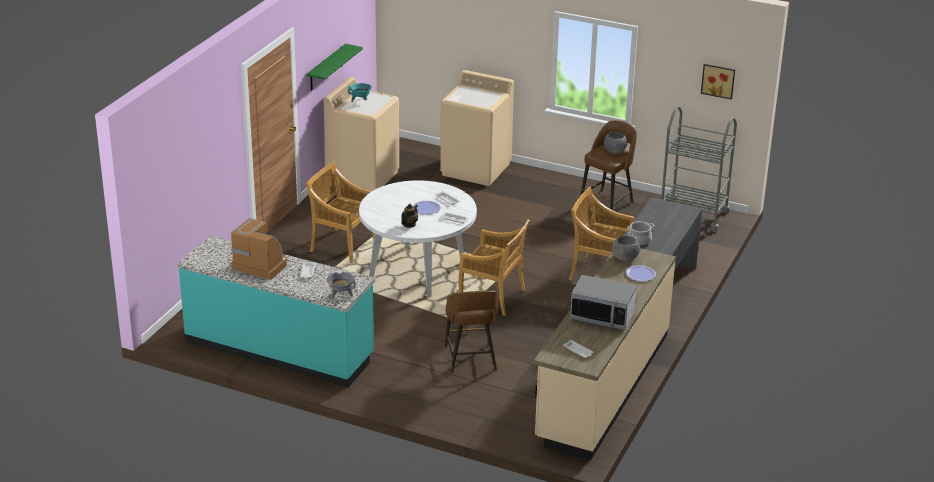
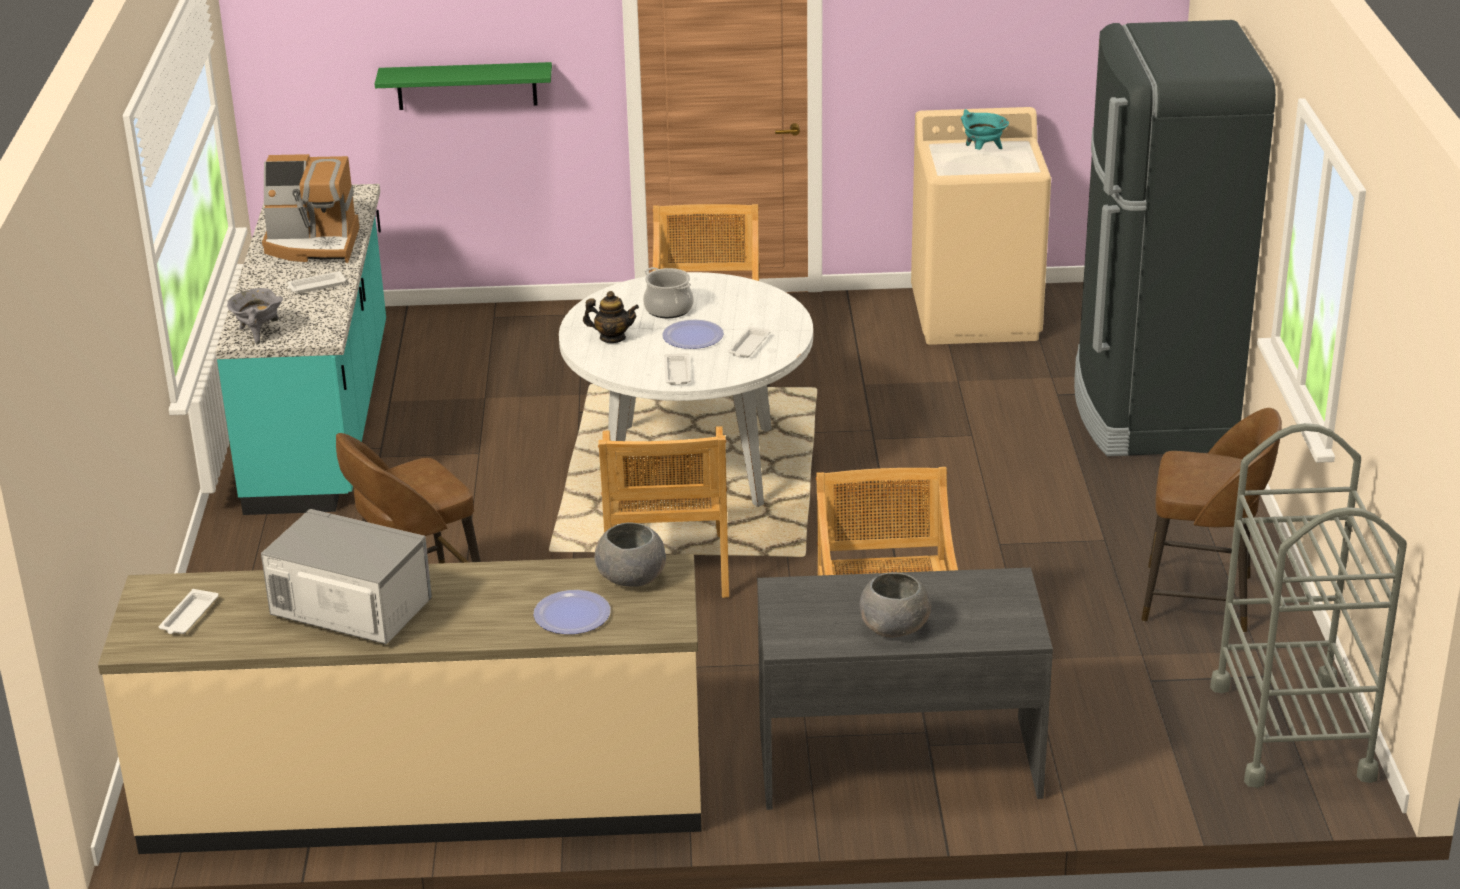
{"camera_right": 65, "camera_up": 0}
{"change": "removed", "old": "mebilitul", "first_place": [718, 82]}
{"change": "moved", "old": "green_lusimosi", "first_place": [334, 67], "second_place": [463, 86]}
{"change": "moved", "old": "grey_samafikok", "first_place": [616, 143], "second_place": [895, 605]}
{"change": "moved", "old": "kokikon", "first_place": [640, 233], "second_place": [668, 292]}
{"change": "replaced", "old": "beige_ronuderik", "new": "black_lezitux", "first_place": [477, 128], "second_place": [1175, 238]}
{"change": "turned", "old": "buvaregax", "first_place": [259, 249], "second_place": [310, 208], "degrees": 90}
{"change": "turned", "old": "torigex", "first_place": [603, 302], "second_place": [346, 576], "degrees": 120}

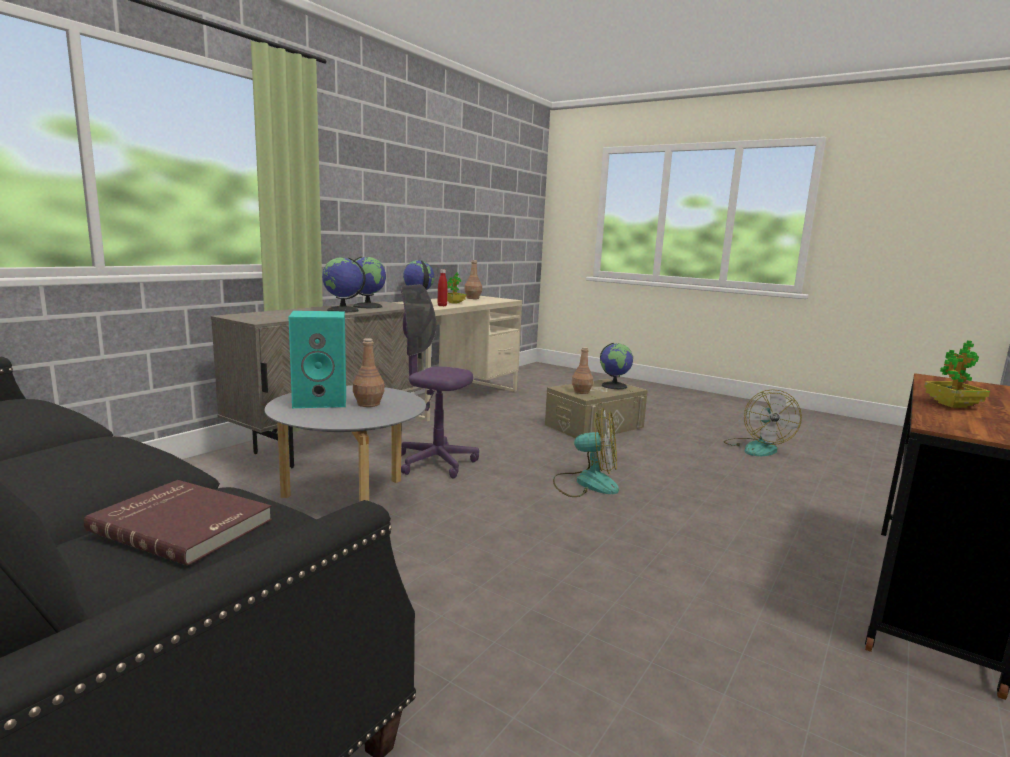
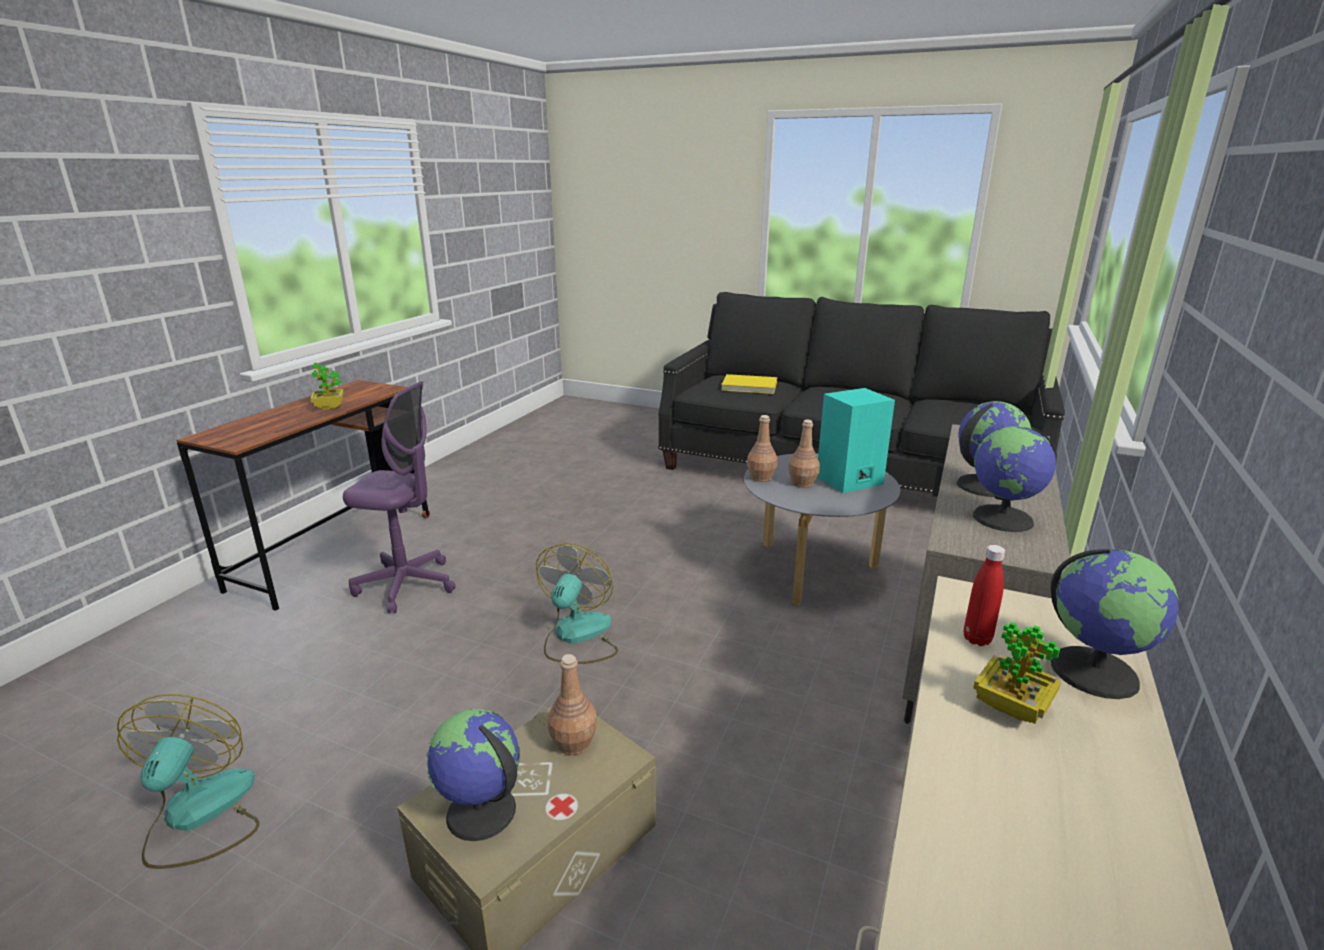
{"camera_right": 170, "camera_up": 10}
{"change": "moved", "old": "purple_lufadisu", "first_place": [440, 381], "second_place": [399, 497]}
{"change": "moved", "old": "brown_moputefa", "first_place": [473, 279], "second_place": [762, 448]}
{"change": "recoloured", "old": "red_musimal", "new": "yellow_musimal", "first_place": [178, 523], "second_place": [749, 384]}
{"change": "turned", "old": "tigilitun", "first_place": [586, 452], "second_place": [577, 603], "degrees": 105}

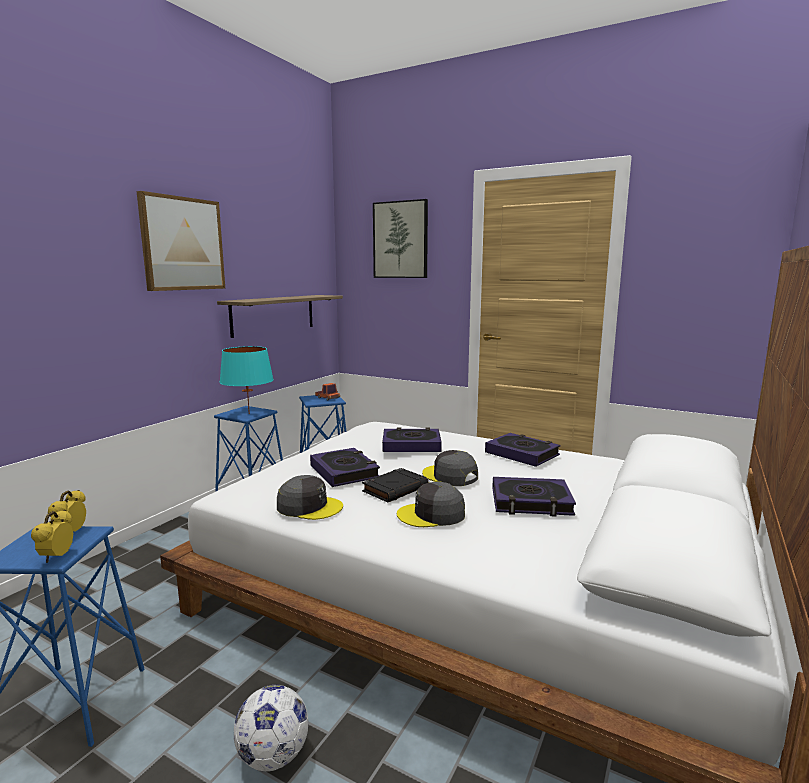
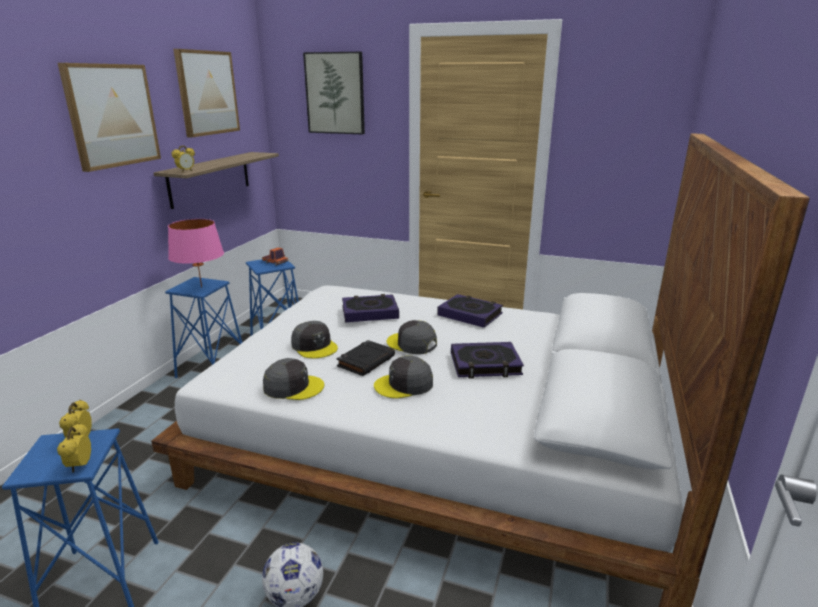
{"camera_right": -10, "camera_up": 10}
{"change": "added", "new": "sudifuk", "second_place": [183, 159]}
{"change": "added", "new": "mebilitul", "second_place": [206, 93]}
{"change": "replaced", "old": "musimal", "new": "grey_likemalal", "first_place": [345, 467], "second_place": [314, 339]}
{"change": "recoloured", "old": "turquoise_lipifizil", "new": "pink_lipifizil", "first_place": [246, 380], "second_place": [196, 253]}

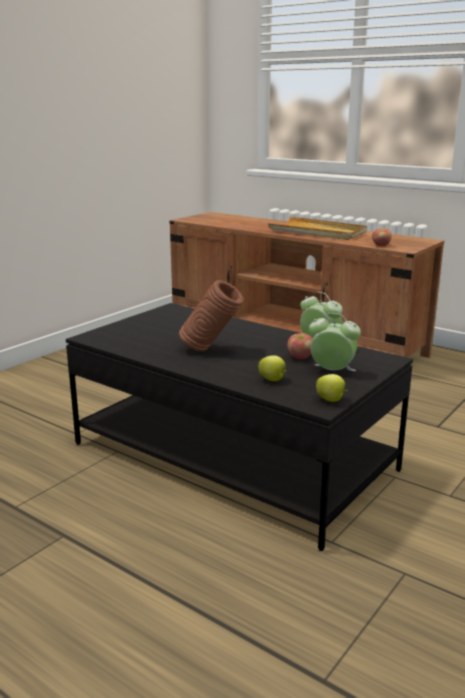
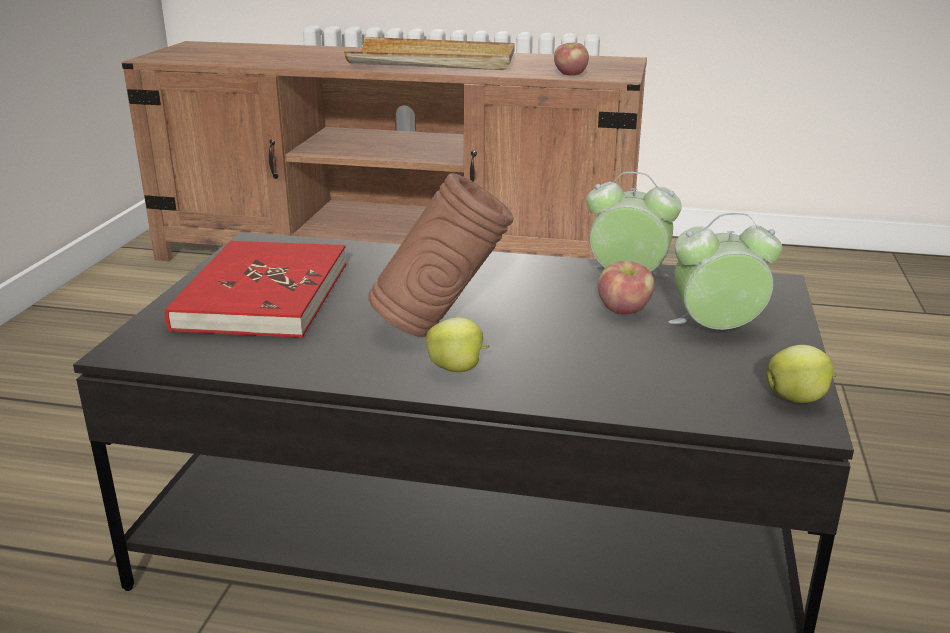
{"camera_right": -25, "camera_up": 5}
{"change": "added", "new": "red_musimal", "second_place": [255, 289]}
{"change": "moved", "old": "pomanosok", "first_place": [272, 368], "second_place": [458, 344]}

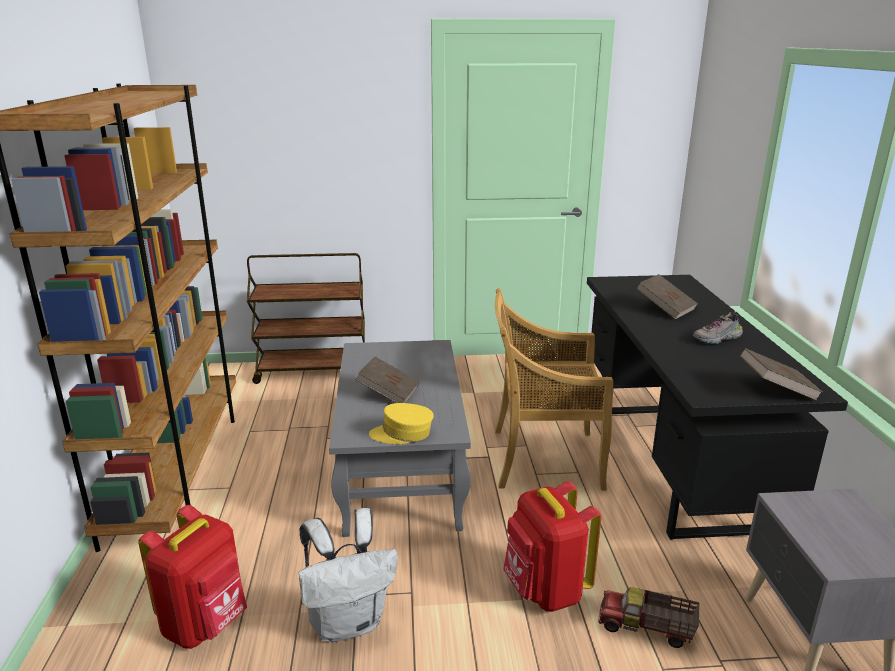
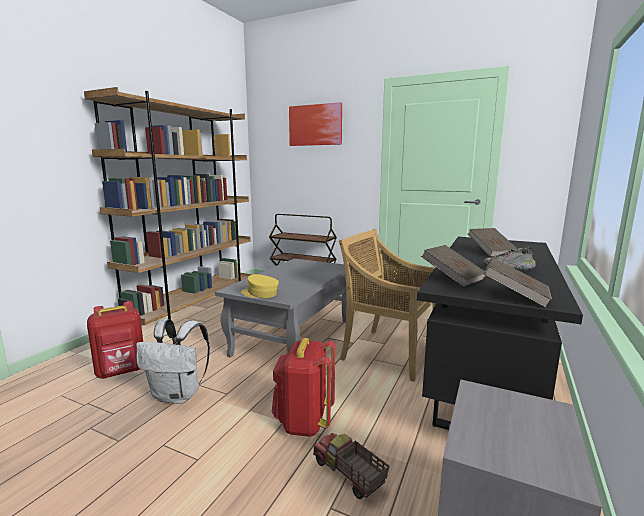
{"camera_right": 30, "camera_up": -10}
{"change": "added", "new": "mebilitul", "second_place": [315, 124]}
{"change": "moved", "old": "brown_musimal", "first_place": [387, 379], "second_place": [453, 266]}

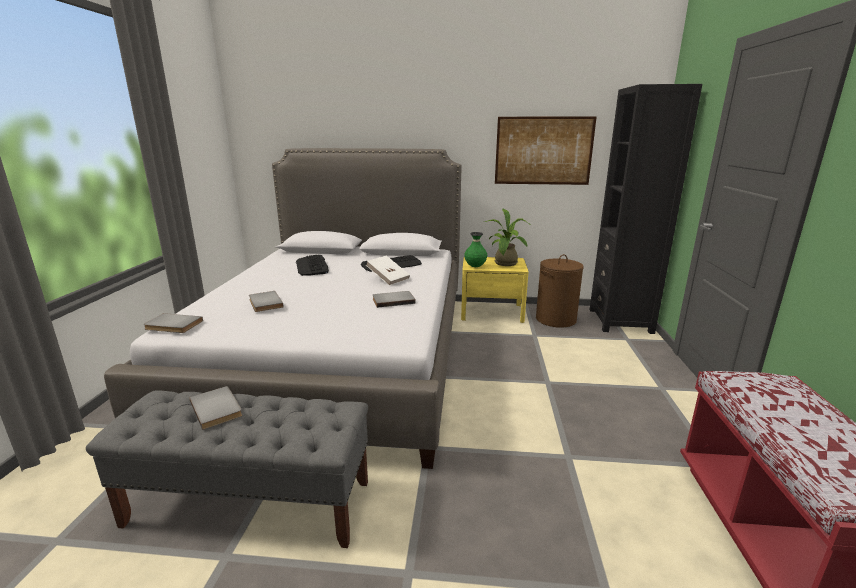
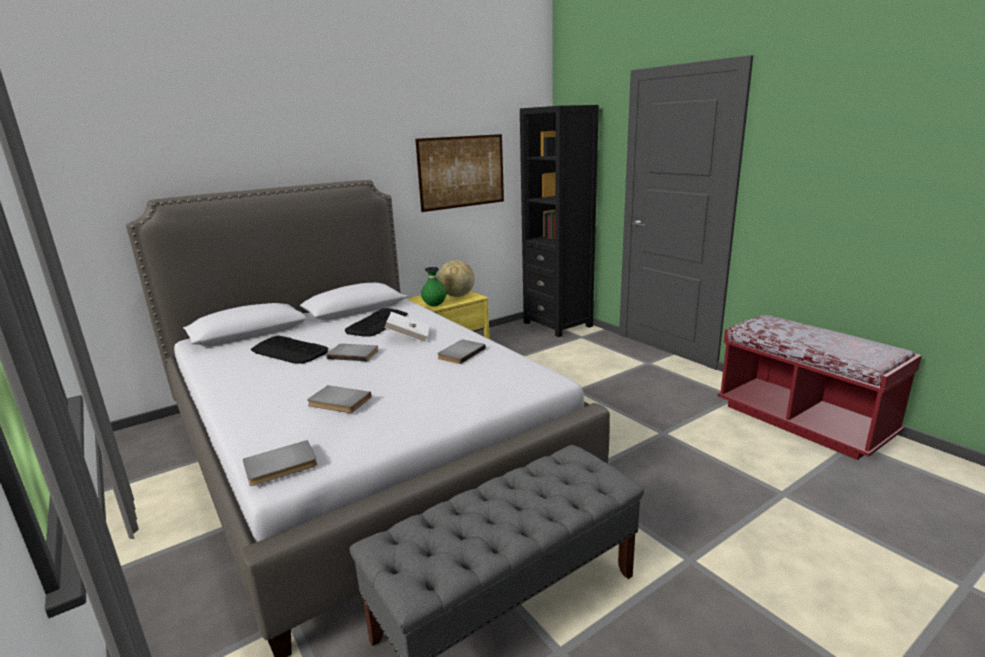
{"camera_right": -40, "camera_up": 0}
{"change": "removed", "old": "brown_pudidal", "first_place": [560, 291]}
{"change": "moved", "old": "grey_musimal", "first_place": [216, 408], "second_place": [352, 352]}
{"change": "replaced", "old": "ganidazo", "new": "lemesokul", "first_place": [507, 237], "second_place": [456, 278]}

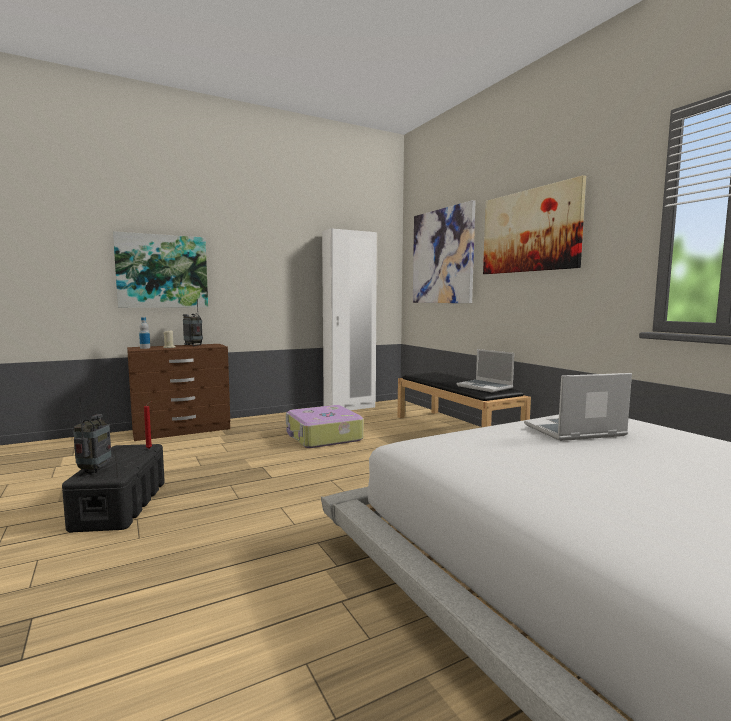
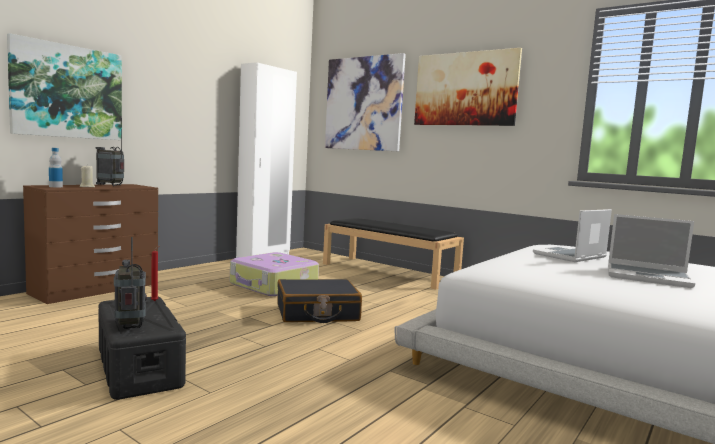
{"camera_right": -25, "camera_up": 0}
{"change": "added", "new": "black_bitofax", "second_place": [319, 301]}
{"change": "moved", "old": "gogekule", "first_place": [485, 370], "second_place": [651, 251]}

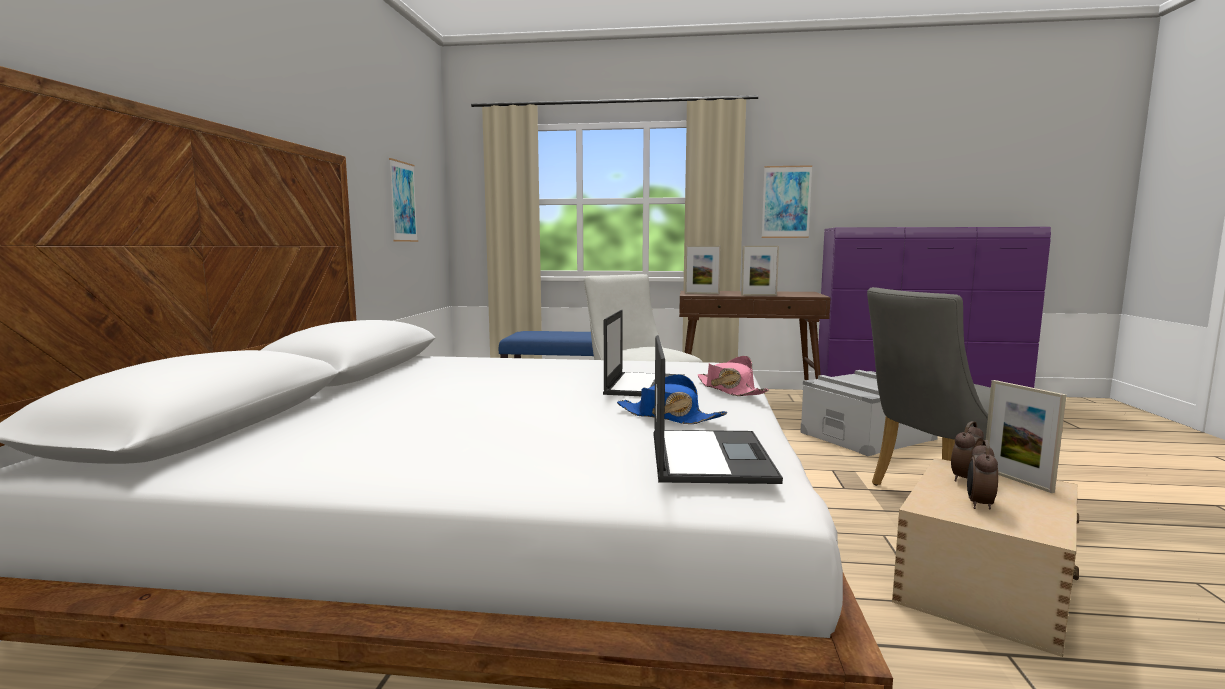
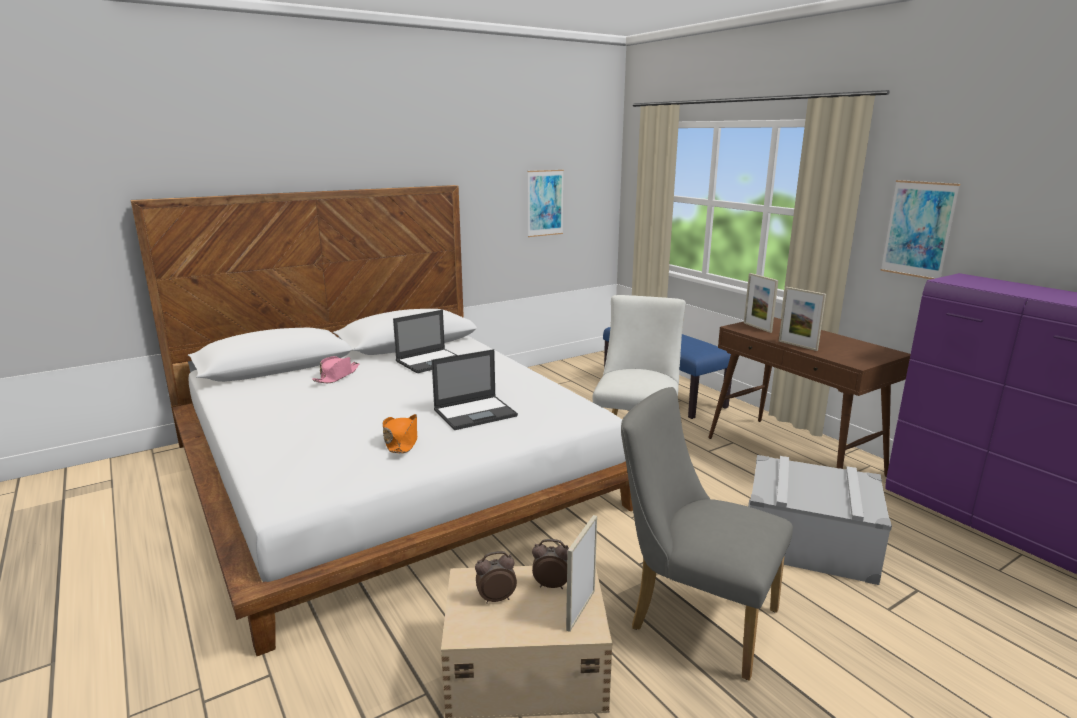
{"camera_right": 50, "camera_up": 10}
{"change": "moved", "old": "gogekule", "first_place": [718, 409], "second_place": [425, 341]}
{"change": "moved", "old": "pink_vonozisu", "first_place": [733, 376], "second_place": [335, 369]}
{"change": "recoloured", "old": "blue_vonozisu", "new": "orange_vonozisu", "first_place": [672, 399], "second_place": [400, 433]}

